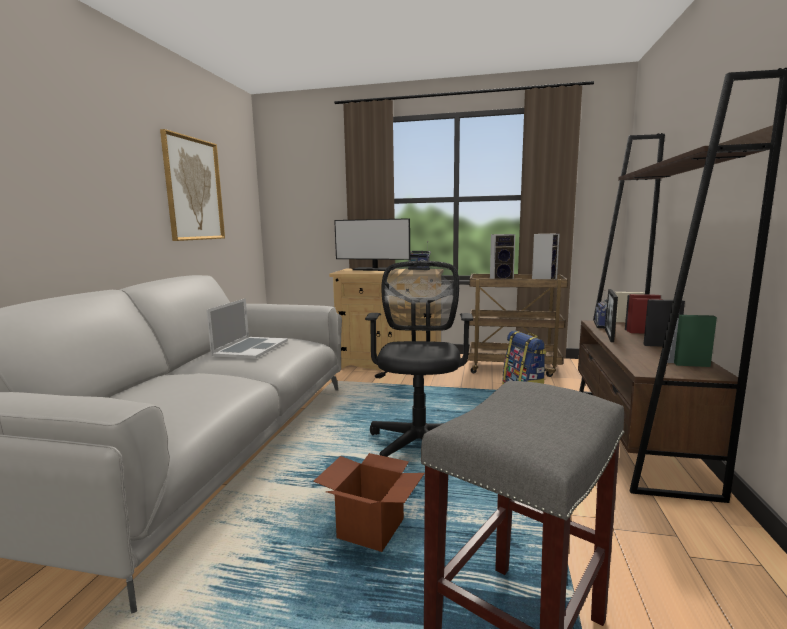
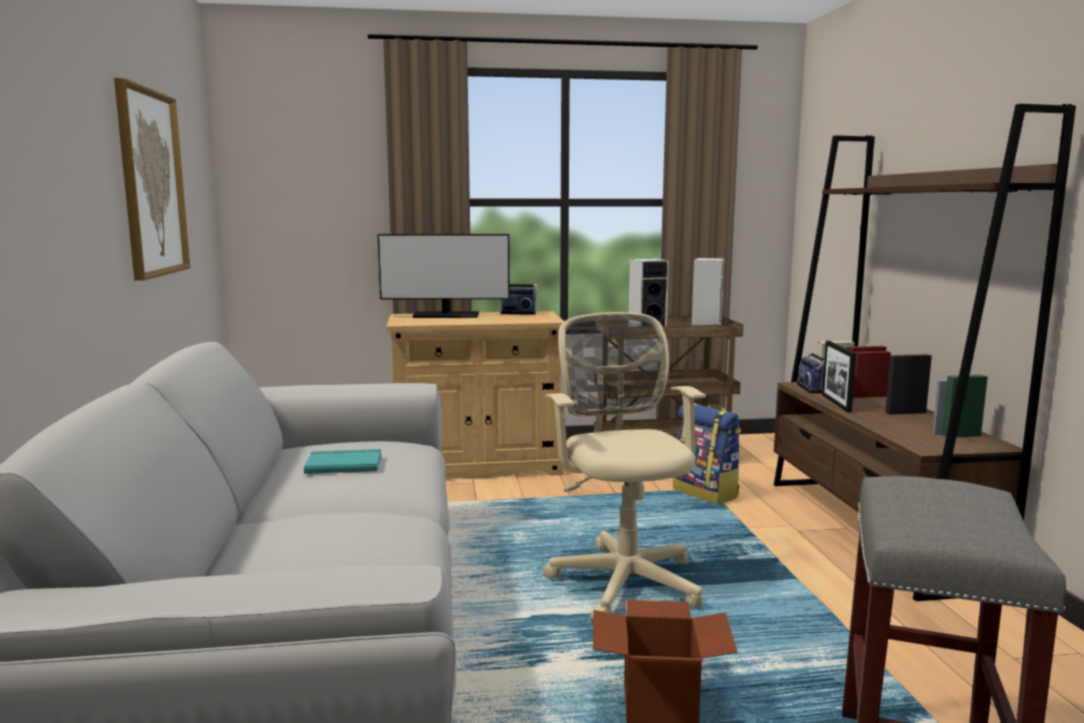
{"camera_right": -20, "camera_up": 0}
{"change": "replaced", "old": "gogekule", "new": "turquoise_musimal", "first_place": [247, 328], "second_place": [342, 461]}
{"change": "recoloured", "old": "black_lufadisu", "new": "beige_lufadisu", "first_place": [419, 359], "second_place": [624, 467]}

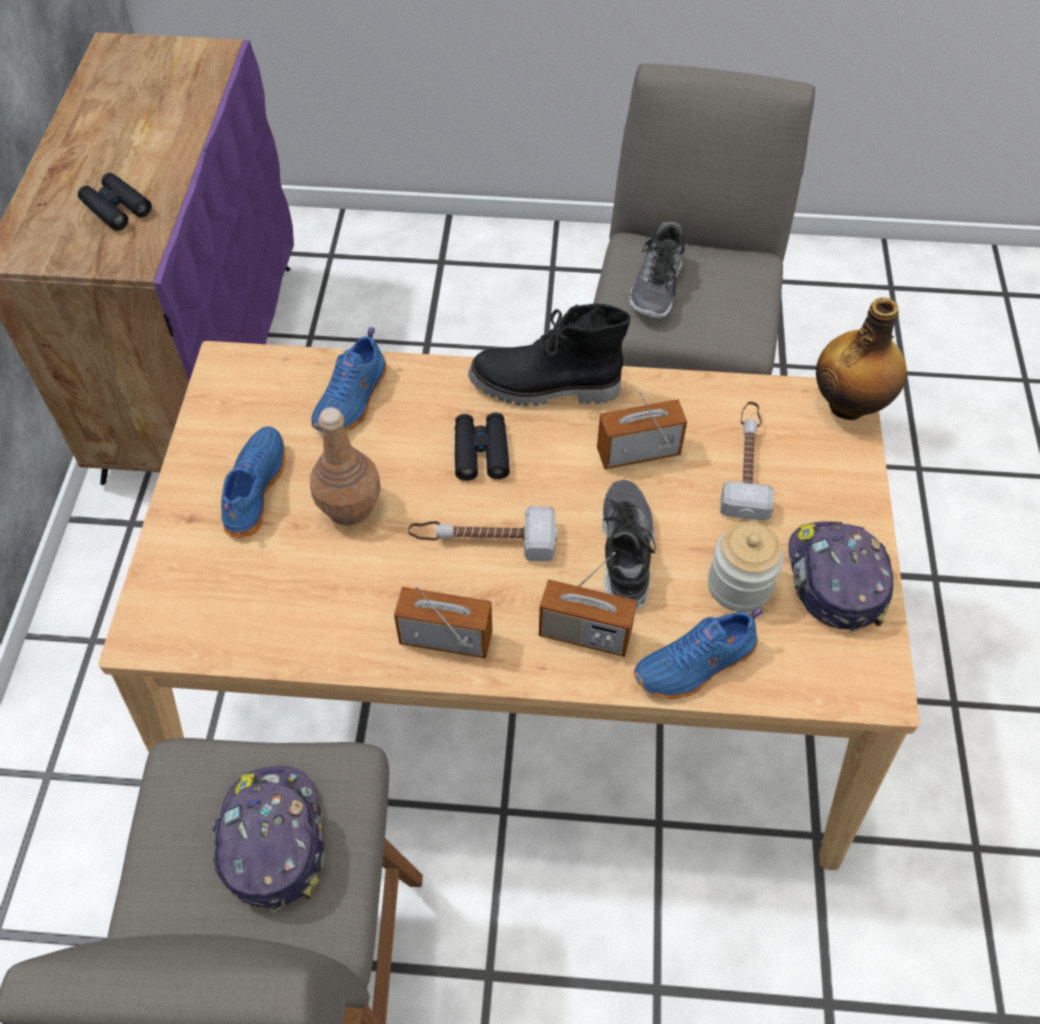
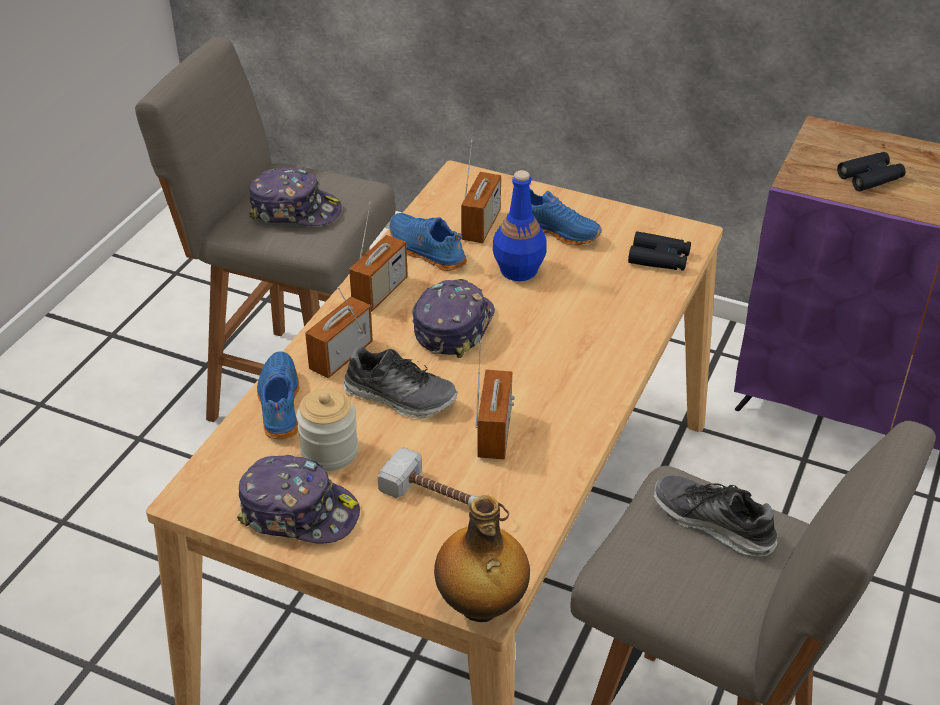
{"camera_right": 110, "camera_up": -15}
{"change": "removed", "old": "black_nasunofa", "first_place": [549, 355]}
{"change": "added", "new": "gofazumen", "second_place": [481, 191]}
{"change": "moved", "old": "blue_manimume", "first_place": [349, 379], "second_place": [428, 242]}
{"change": "moved", "old": "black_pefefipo", "first_place": [482, 447], "second_place": [659, 251]}
{"change": "replaced", "old": "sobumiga", "new": "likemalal", "first_place": [482, 533], "second_place": [453, 318]}
{"change": "recoloured", "old": "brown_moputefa", "new": "blue_moputefa", "first_place": [345, 466], "second_place": [520, 225]}

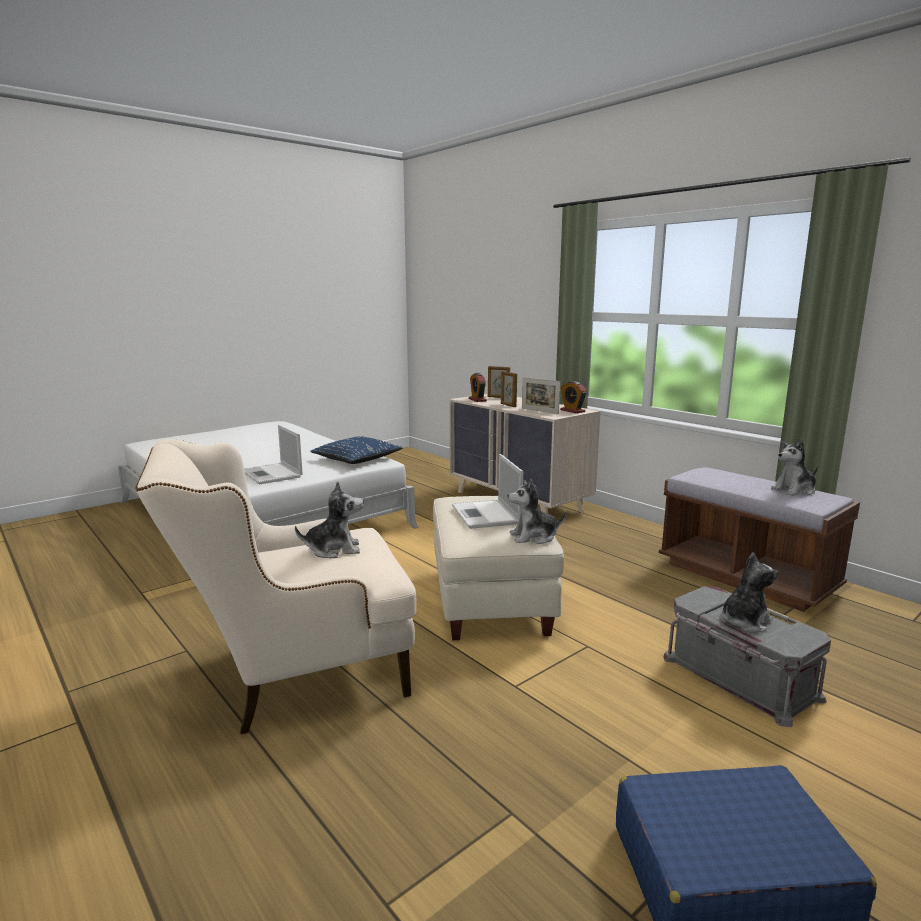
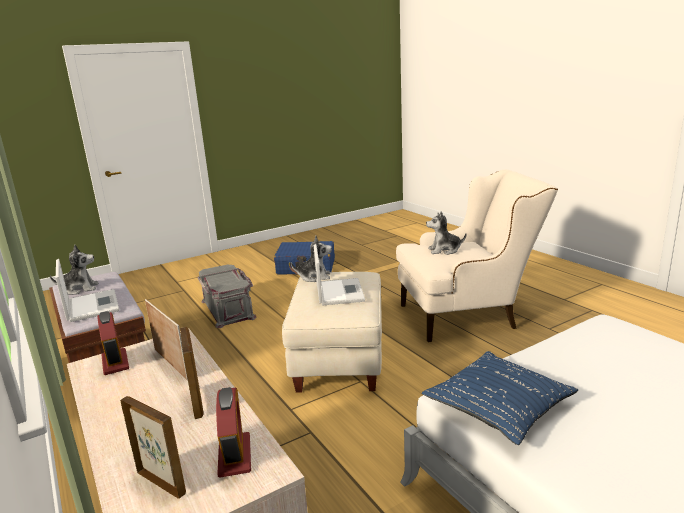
{"camera_right": -170, "camera_up": 5}
{"change": "removed", "old": "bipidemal", "first_place": [749, 592]}
{"change": "moved", "old": "gogekule", "first_place": [273, 455], "second_place": [87, 290]}

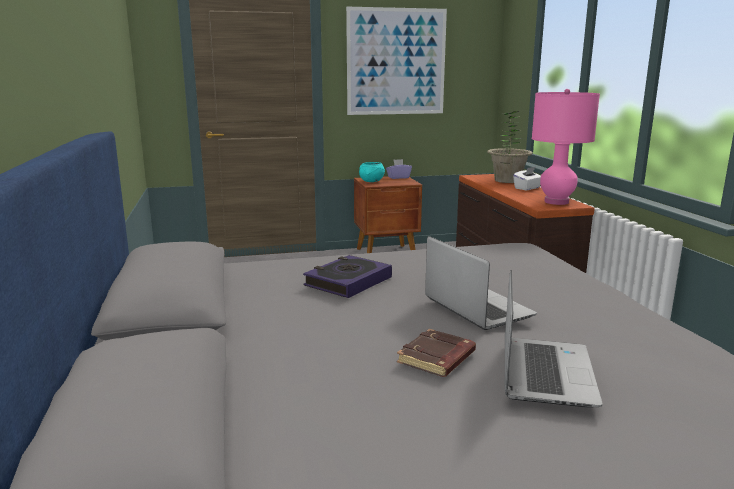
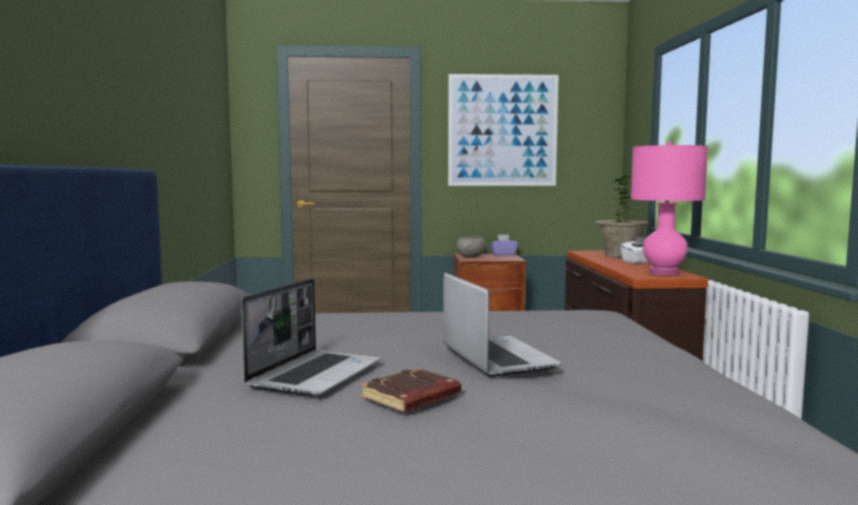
{"camera_right": 10, "camera_up": -10}
{"change": "removed", "old": "musimal", "first_place": [347, 276]}
{"change": "moved", "old": "gogekule", "first_place": [554, 339], "second_place": [311, 337]}
{"change": "recoloured", "old": "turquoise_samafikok", "new": "grey_samafikok", "first_place": [372, 172], "second_place": [471, 246]}

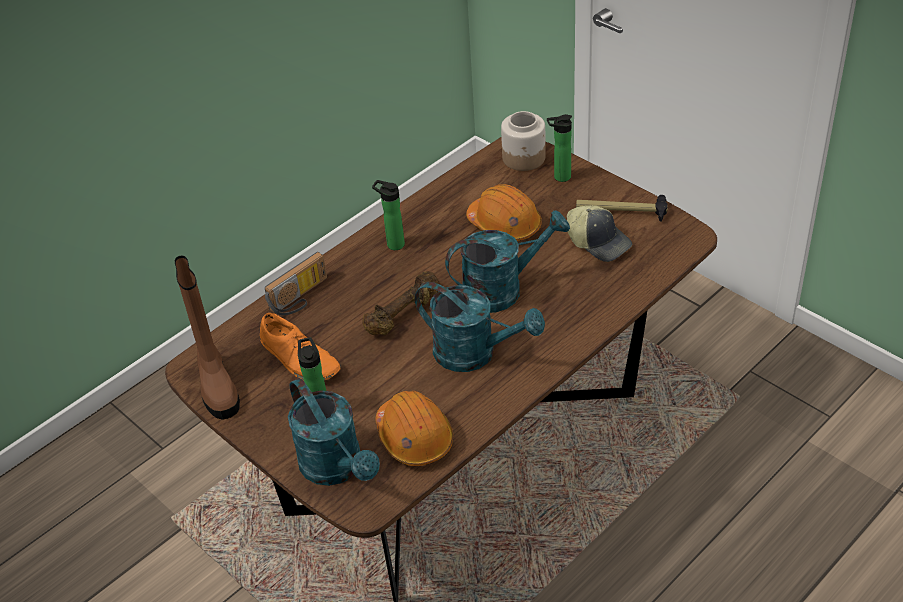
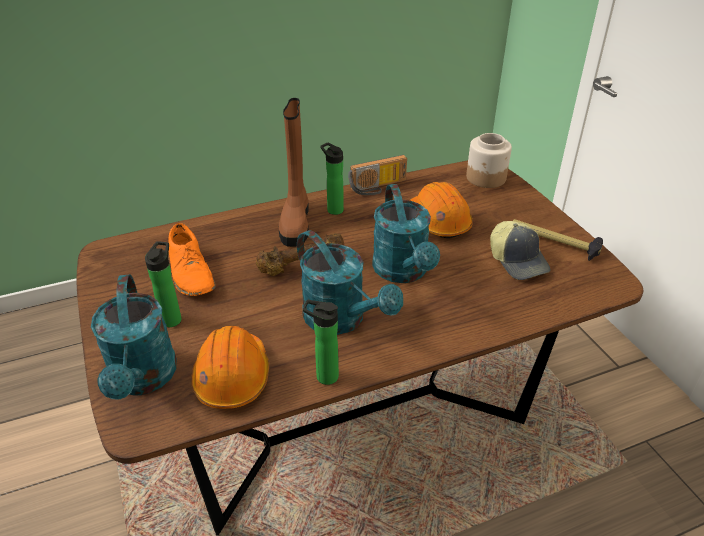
{"camera_right": 20, "camera_up": -5}
{"change": "moved", "old": "brown_nasunofa", "first_place": [207, 338], "second_place": [294, 172]}
{"change": "moved", "old": "gofazumen", "first_place": [296, 283], "second_place": [377, 175]}
{"change": "moved", "old": "moputefa", "first_place": [559, 148], "second_place": [321, 342]}
{"change": "turned", "old": "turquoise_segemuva", "first_place": [507, 261], "second_place": [406, 233], "degrees": 75}

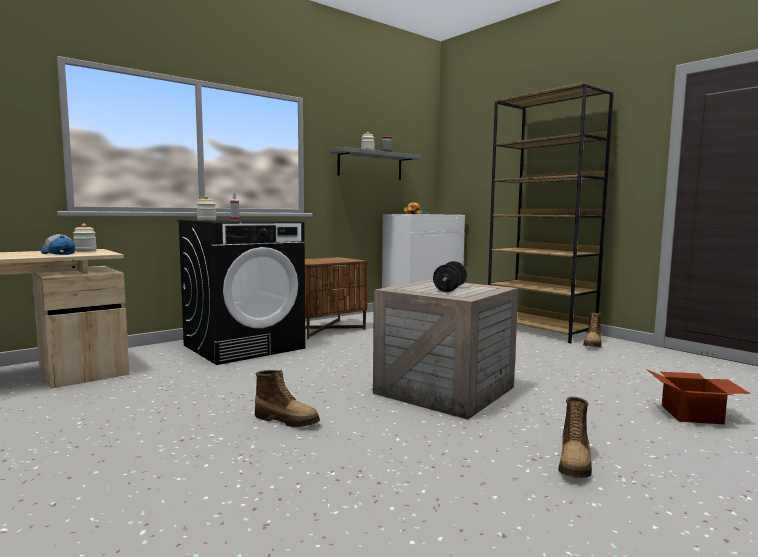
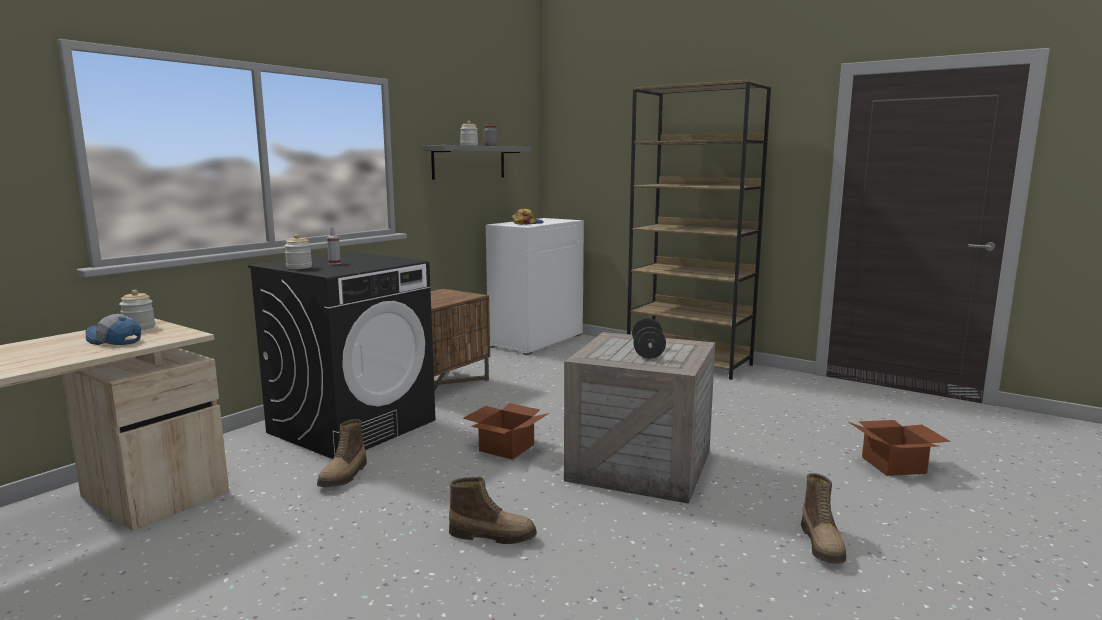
{"camera_right": -15, "camera_up": 5}
{"change": "added", "new": "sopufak", "second_place": [506, 431]}
{"change": "moved", "old": "nasunofa", "first_place": [592, 330], "second_place": [342, 453]}

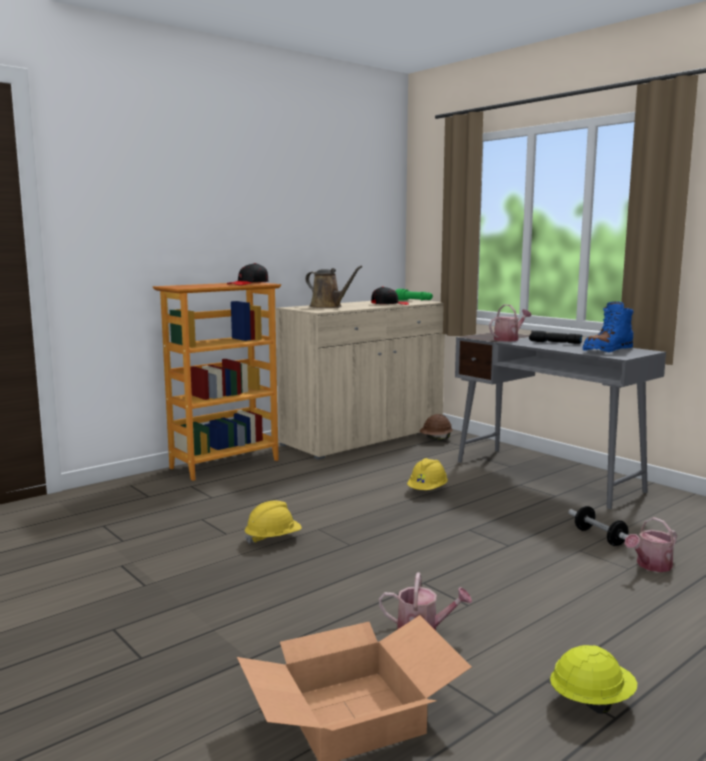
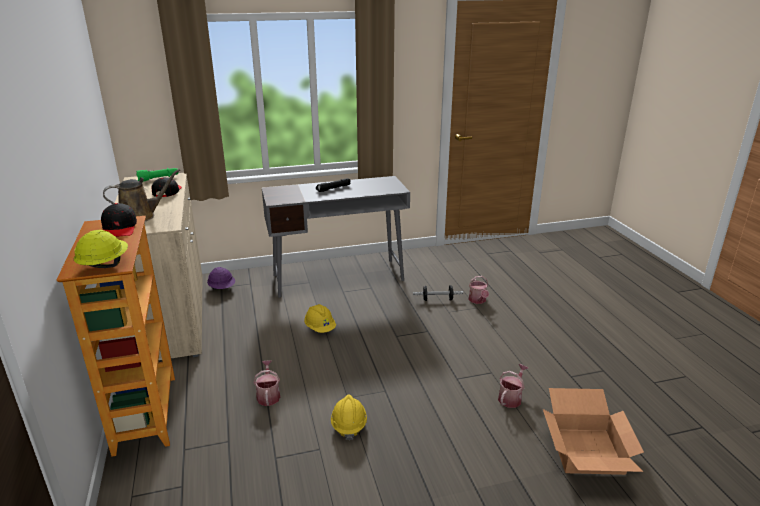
{"camera_right": -65, "camera_up": 15}
{"change": "removed", "old": "blue_nasunofa", "first_place": [607, 326]}
{"change": "moved", "old": "segemuva", "first_place": [510, 323], "second_place": [266, 383]}
{"change": "moved", "old": "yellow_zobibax", "first_place": [593, 679], "second_place": [101, 249]}
{"change": "recoloured", "old": "brown_zobibax", "new": "purple_zobibax", "first_place": [436, 427], "second_place": [221, 278]}

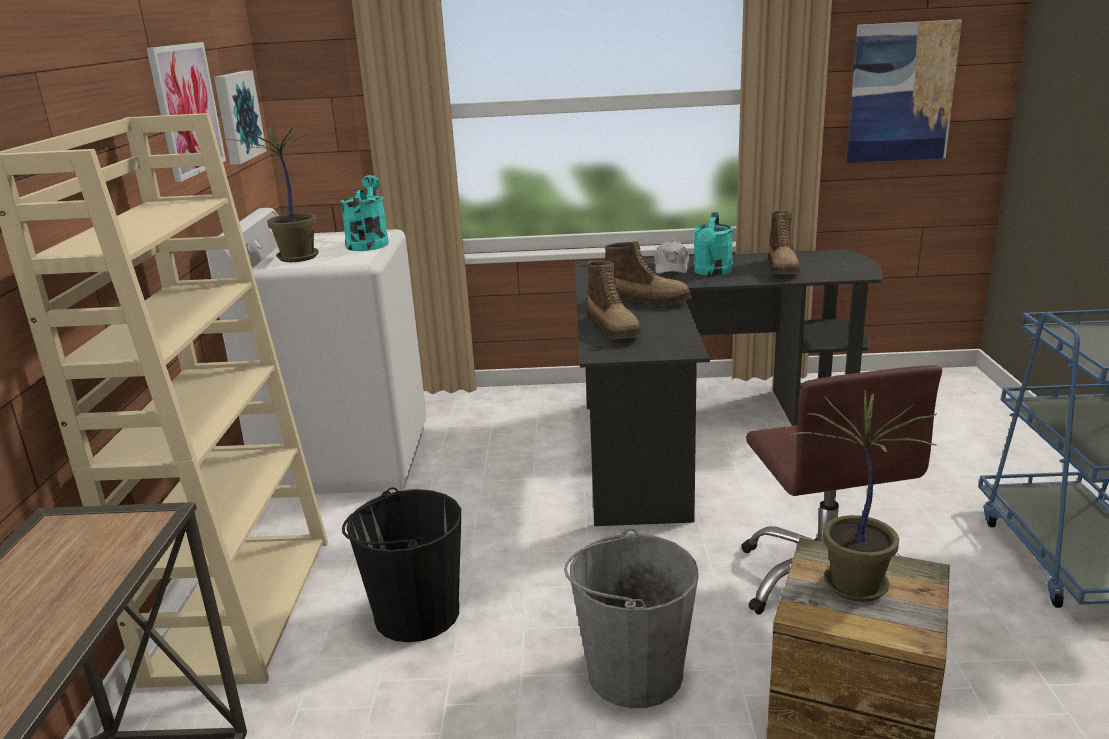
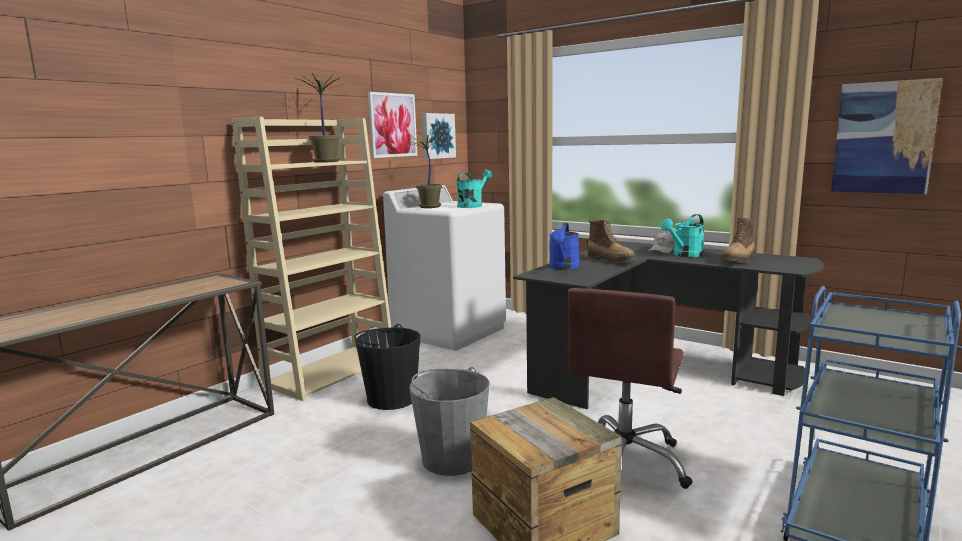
{"camera_right": 35, "camera_up": -10}
{"change": "moved", "old": "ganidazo", "first_place": [863, 496], "second_place": [321, 118]}
{"change": "replaced", "old": "nasunofa", "new": "blue_segemuva", "first_place": [614, 299], "second_place": [564, 246]}

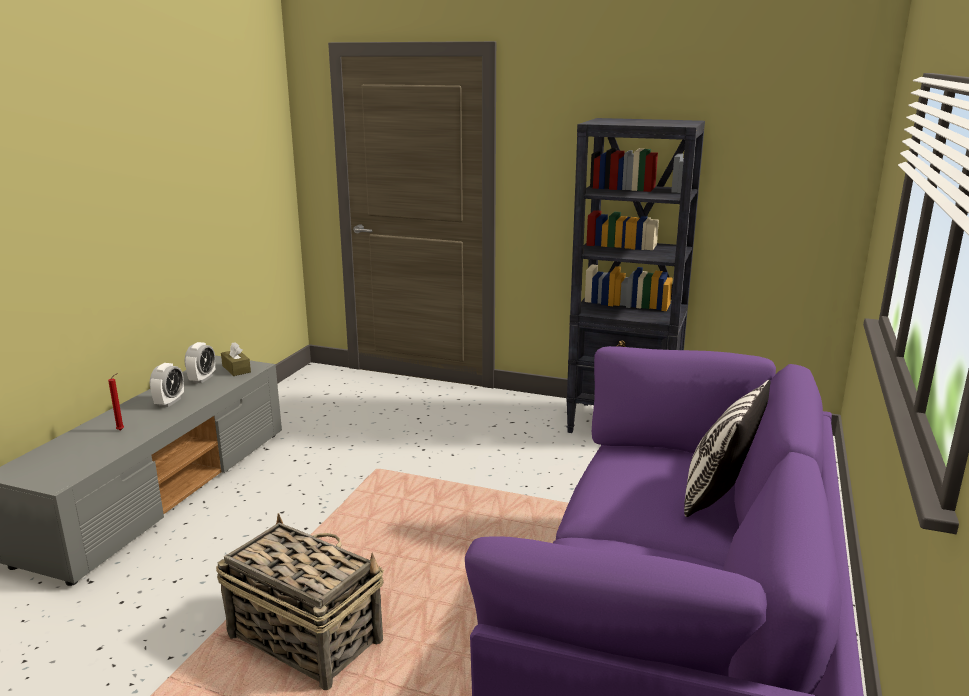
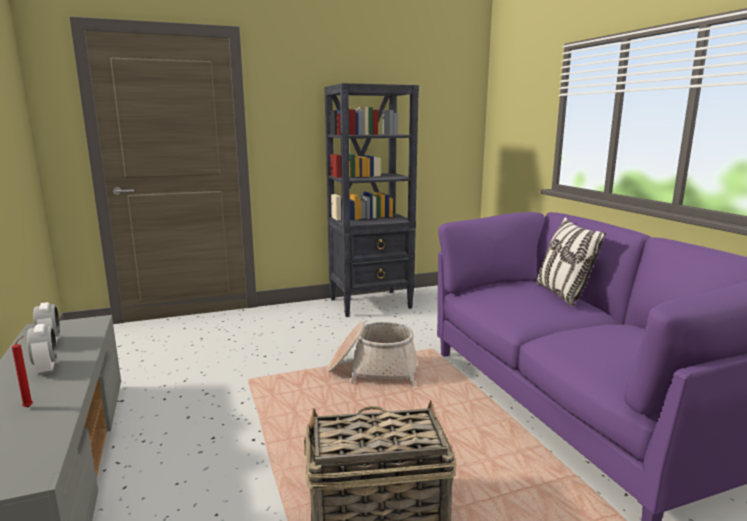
{"camera_right": -40, "camera_up": -5}
{"change": "removed", "old": "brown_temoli", "first_place": [236, 359]}
{"change": "added", "new": "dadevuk", "second_place": [372, 354]}

